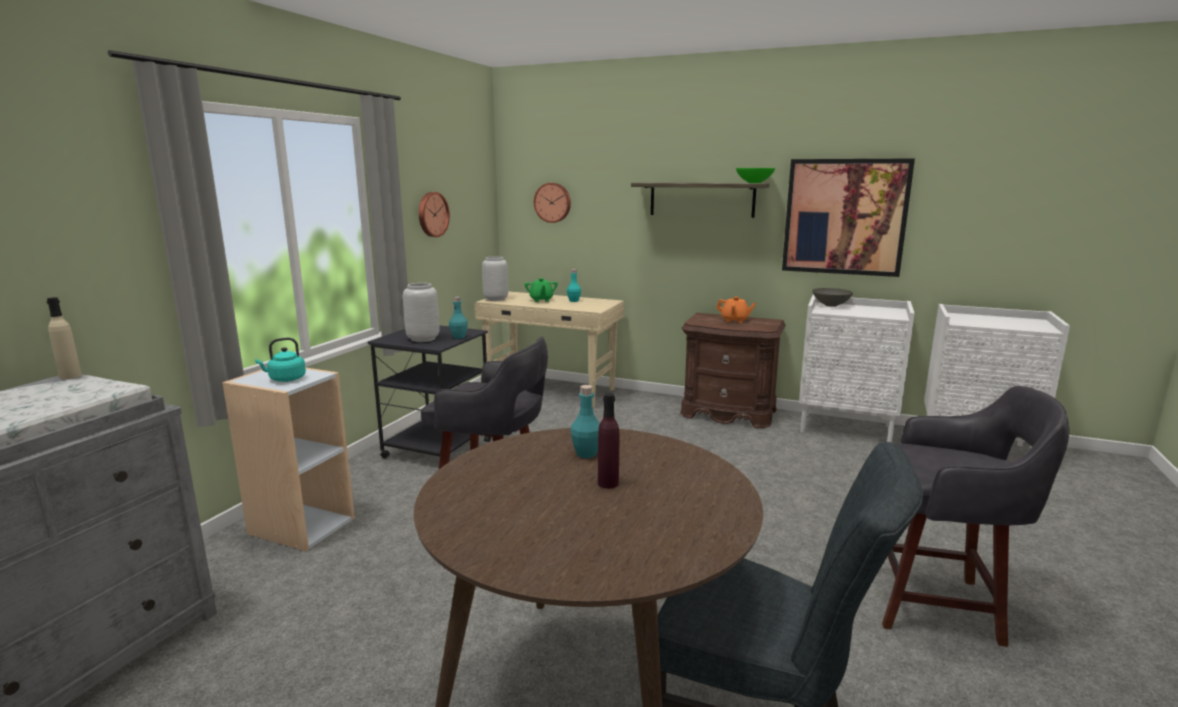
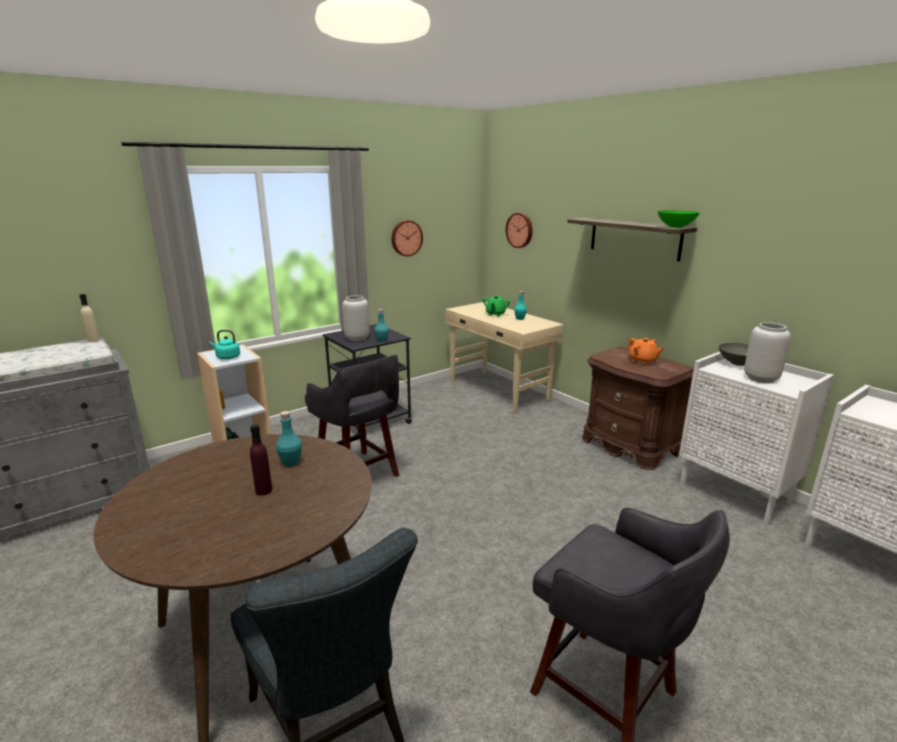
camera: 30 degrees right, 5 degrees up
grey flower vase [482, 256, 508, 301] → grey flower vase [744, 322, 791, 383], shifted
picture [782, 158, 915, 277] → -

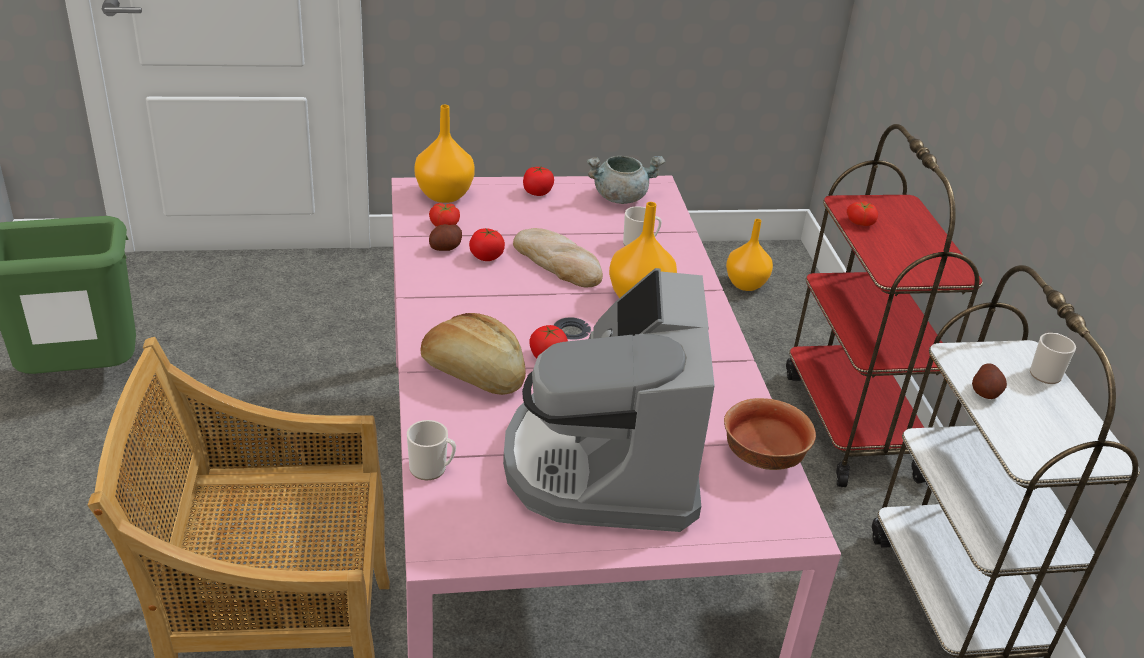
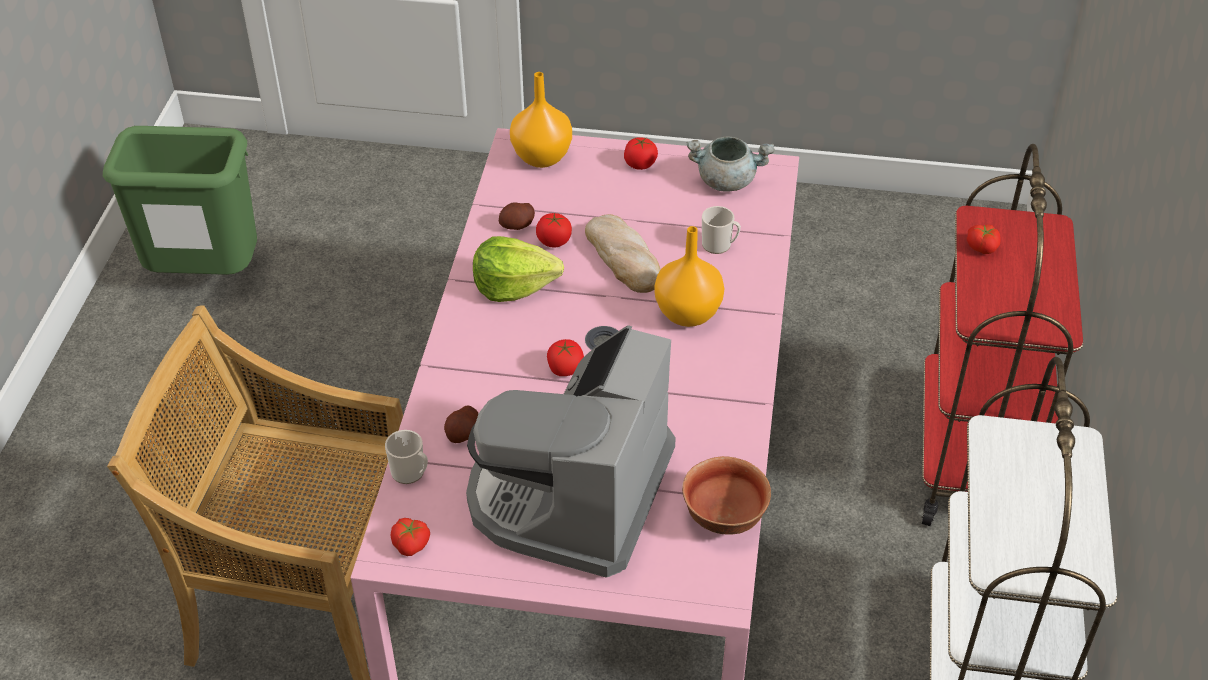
camera: 20 degrees right, 10 degrees up
whole tomato [429, 203, 460, 227] → whole tomato [391, 518, 430, 556], shifted
potato [972, 363, 1007, 399] → potato [444, 405, 478, 443], shifted
- → lettuce [473, 236, 564, 302]
bread [420, 313, 526, 395] → -
orange-coloured flower vase [726, 219, 773, 291] → -
coffee mug [1030, 333, 1076, 384] → -

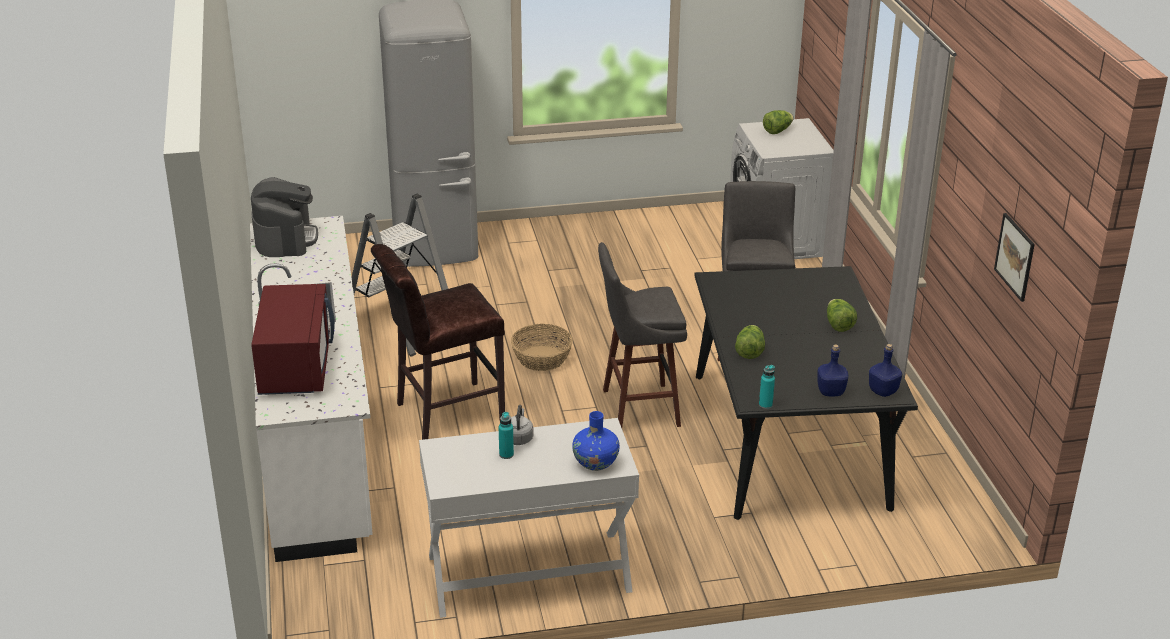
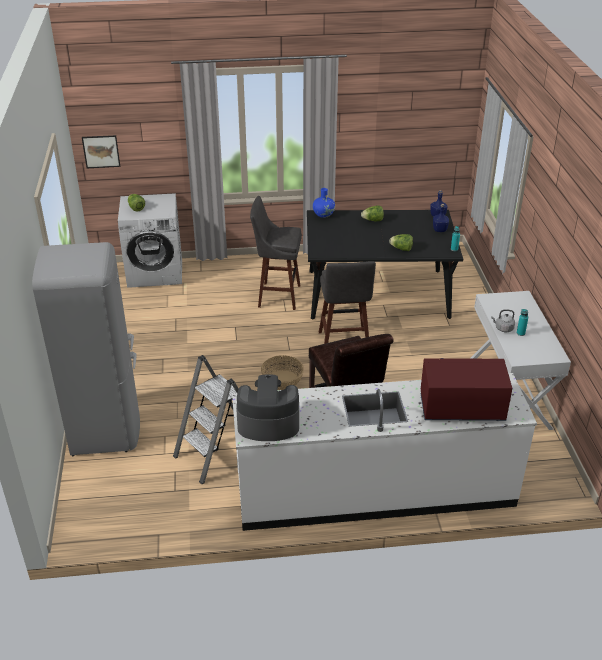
camera: 85 degrees left, 5 degrees up
picture [994, 213, 1035, 302] → picture [82, 135, 120, 168], shifted
blue-coloured flower vase [572, 411, 620, 471] → blue-coloured flower vase [313, 188, 335, 218], shifted

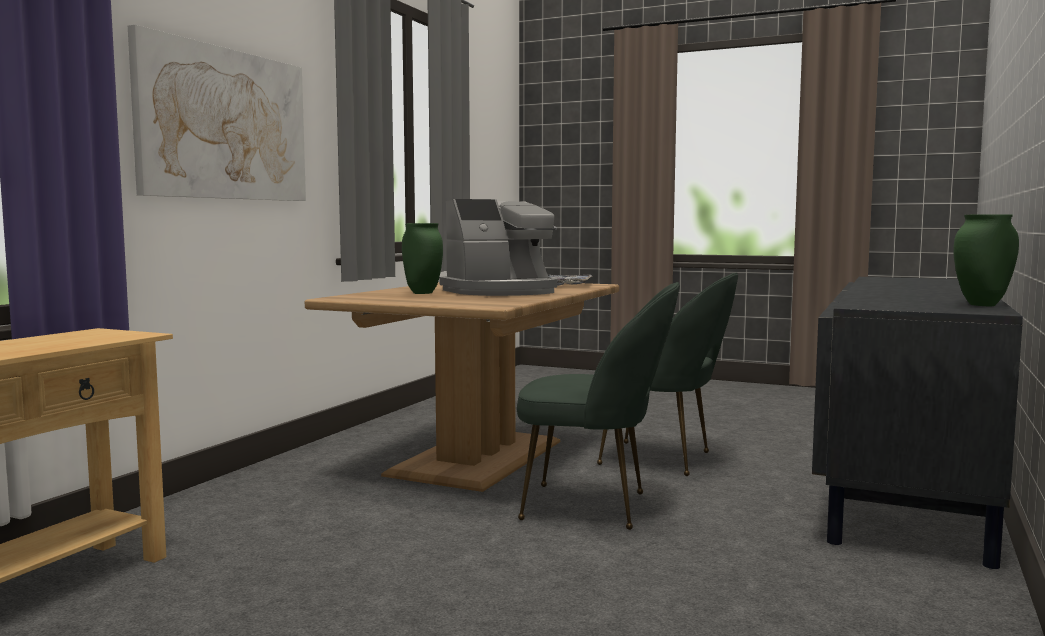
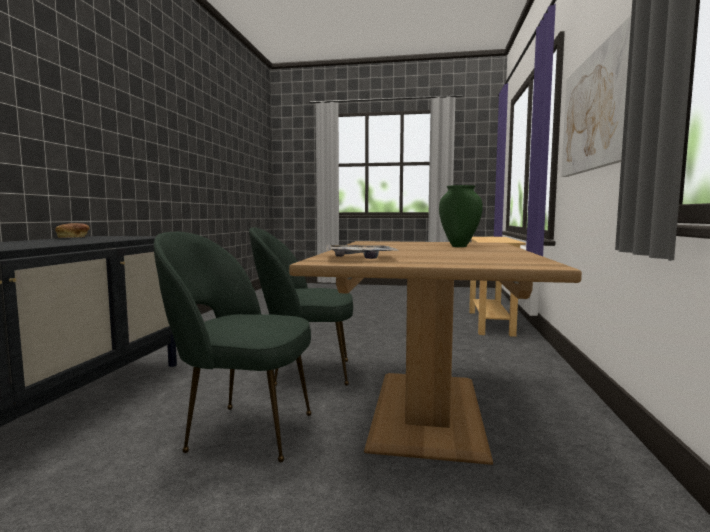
camera: 165 degrees right, 0 degrees up
greenish flower vase [953, 214, 1019, 306] → bread [55, 223, 90, 238]
coffee brewer [440, 199, 557, 296] → -

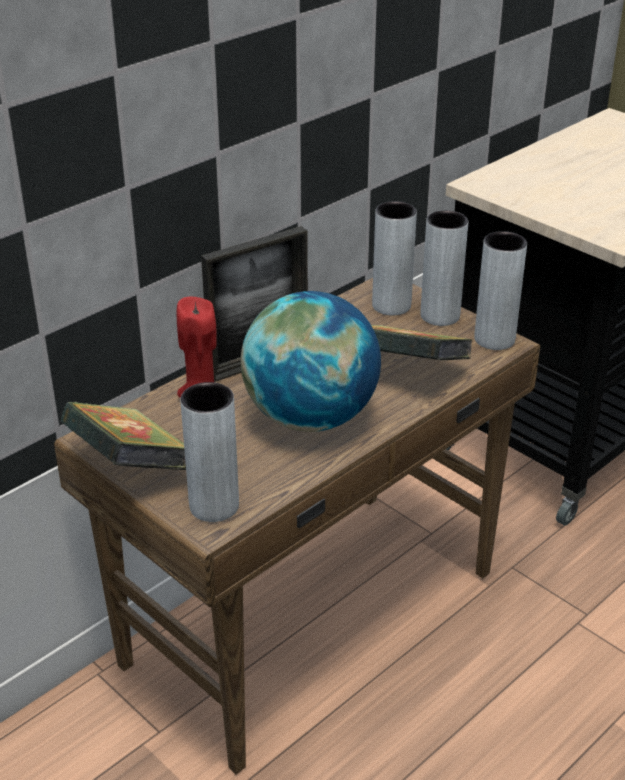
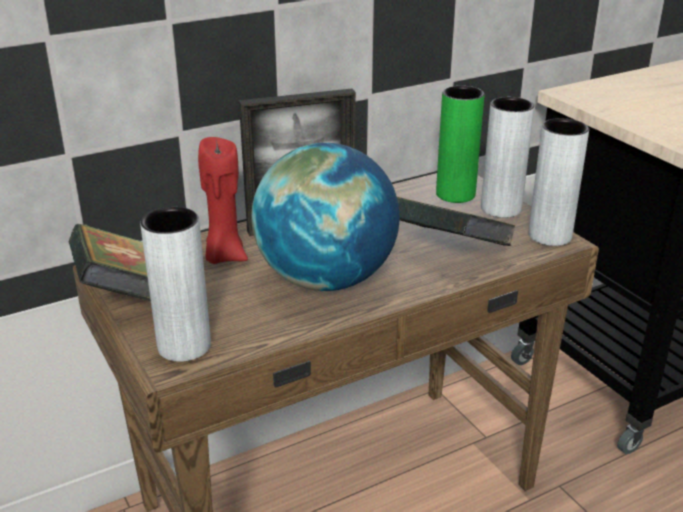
camera: 15 degrees right, 5 degrees down
grey flower vase [372, 201, 417, 316] → greenish flower vase [436, 86, 485, 203]

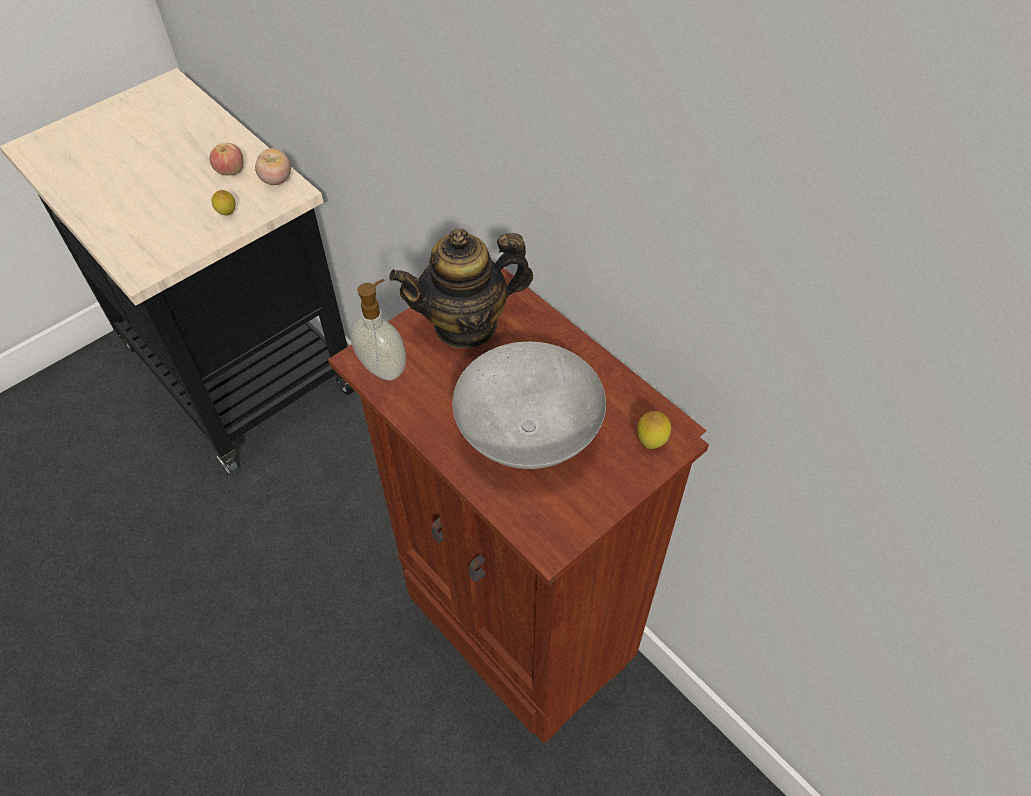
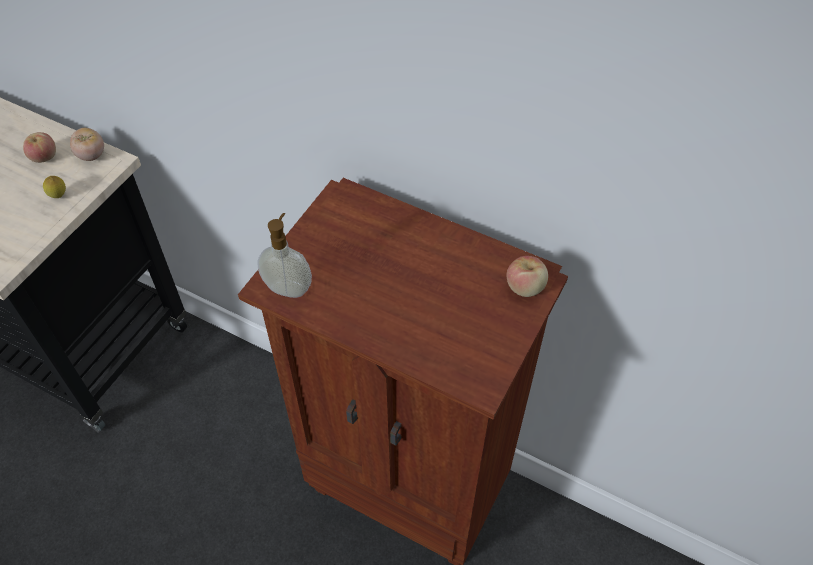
camera: 20 degrees left, 0 degrees up
citrus fruit [637, 411, 671, 449] → apple [506, 256, 548, 297]
pot for tea [389, 229, 533, 348] → -
grey bowl [453, 342, 606, 469] → -

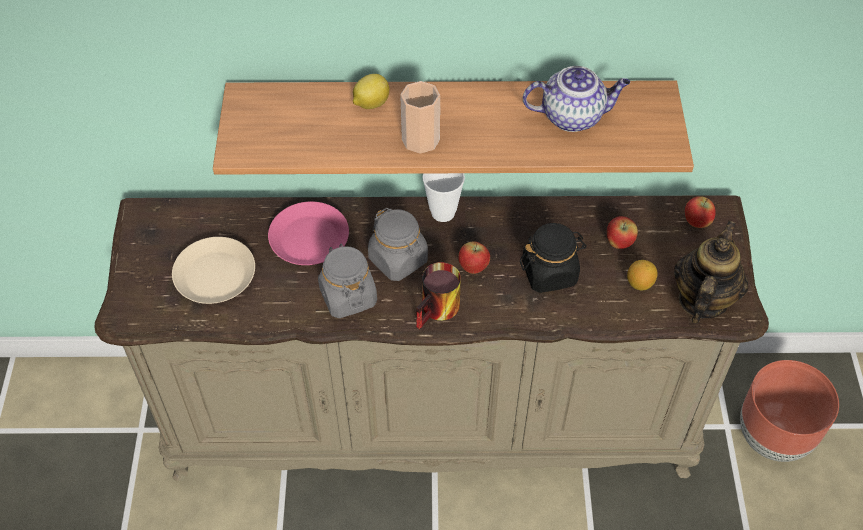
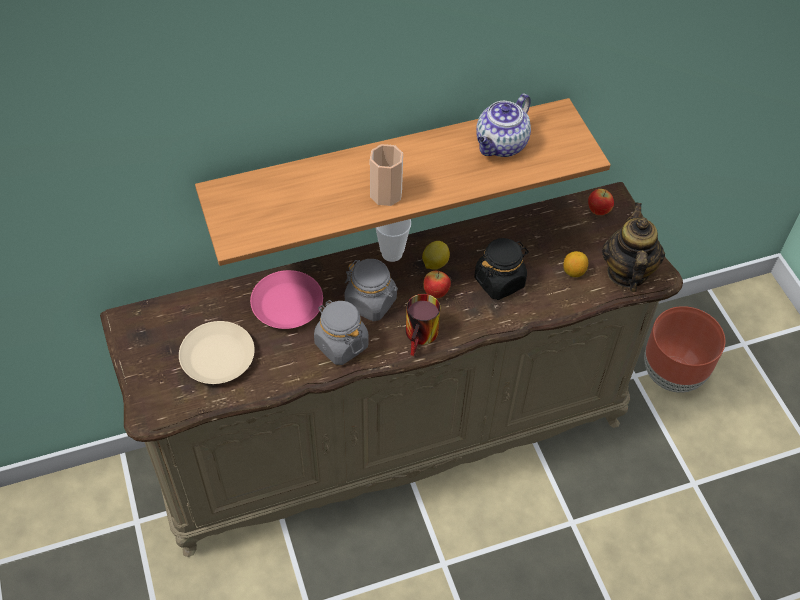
camera: 20 degrees left, 0 degrees up
citrus fruit [353, 74, 389, 109] → citrus fruit [422, 241, 450, 270], shifted
pot for tea [523, 66, 630, 132] → pot for tea [476, 93, 531, 157], 150 degrees clockwise
apple [607, 216, 638, 249] → -

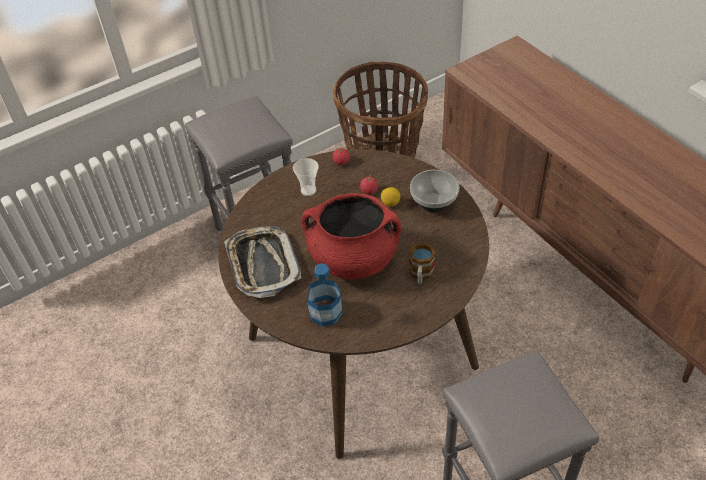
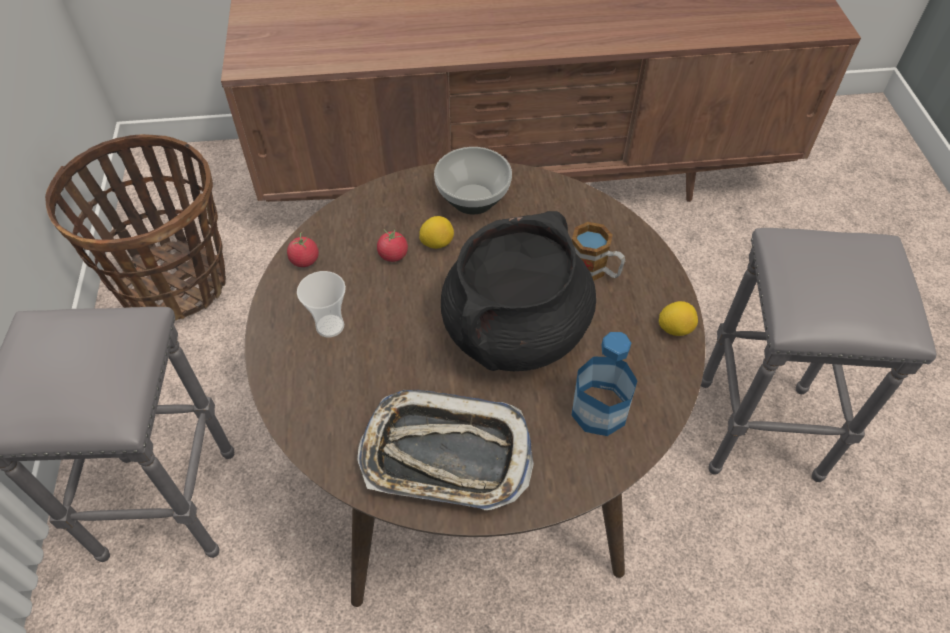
camera: 65 degrees left, 5 degrees up
red-coloured cooking pot [301, 193, 401, 279] → blackish cooking pot [441, 211, 596, 371]
- → citrus fruit [659, 301, 698, 336]

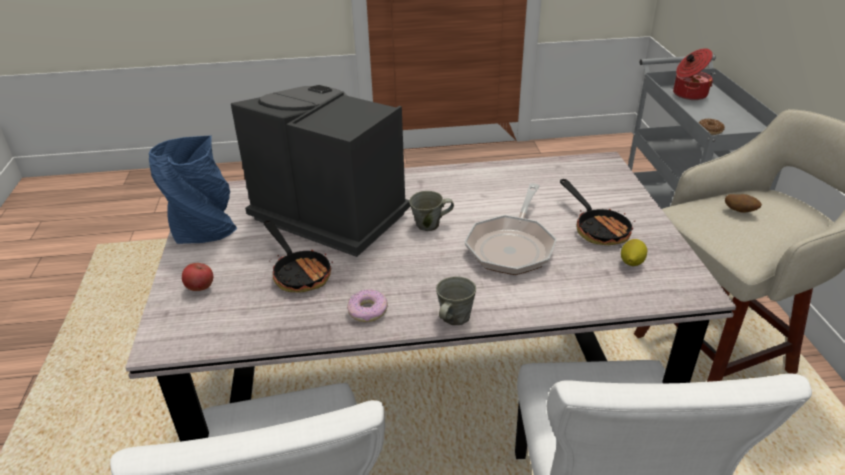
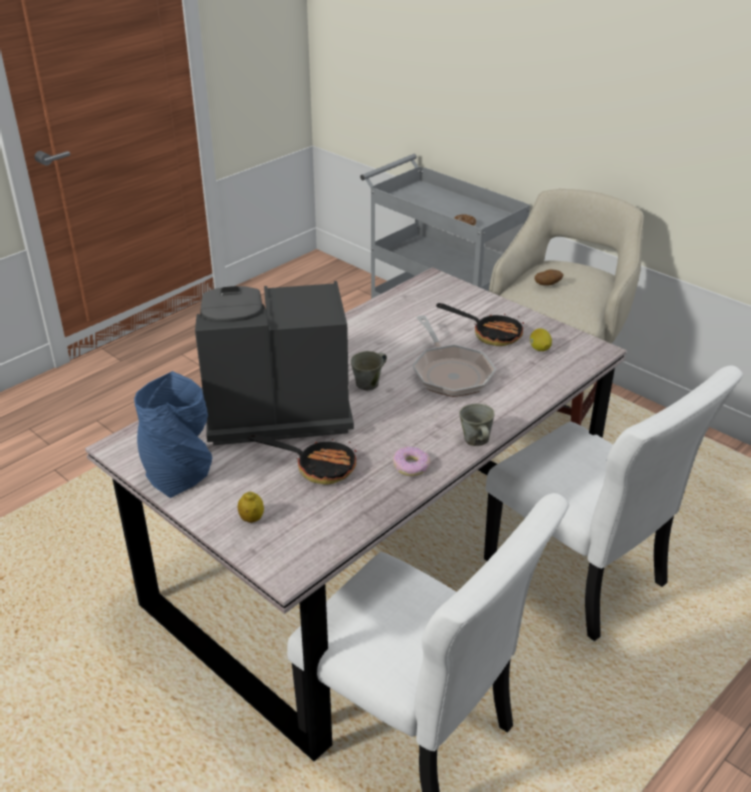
camera: 40 degrees left, 0 degrees up
apple [182, 263, 213, 291] → citrus fruit [238, 492, 264, 523]
cooking pot [673, 48, 713, 100] → -

